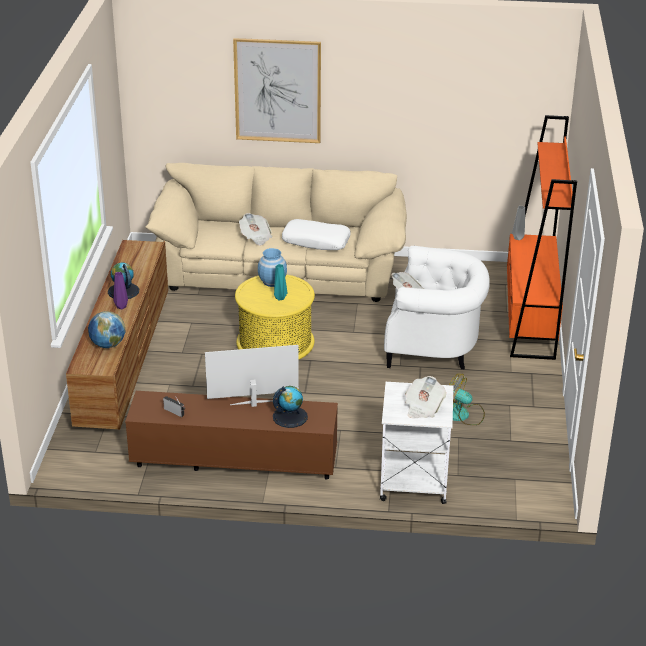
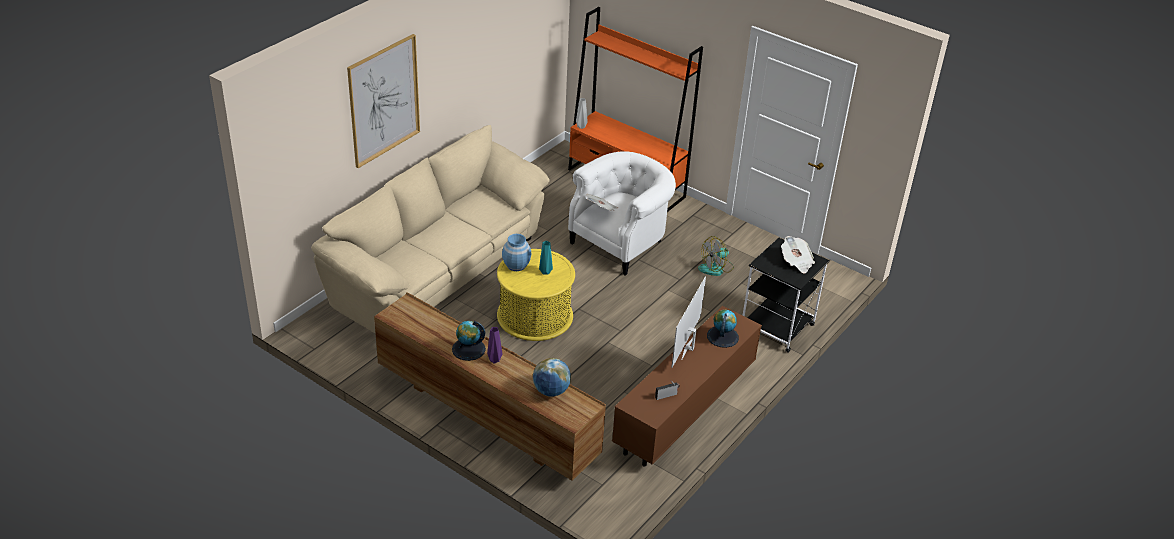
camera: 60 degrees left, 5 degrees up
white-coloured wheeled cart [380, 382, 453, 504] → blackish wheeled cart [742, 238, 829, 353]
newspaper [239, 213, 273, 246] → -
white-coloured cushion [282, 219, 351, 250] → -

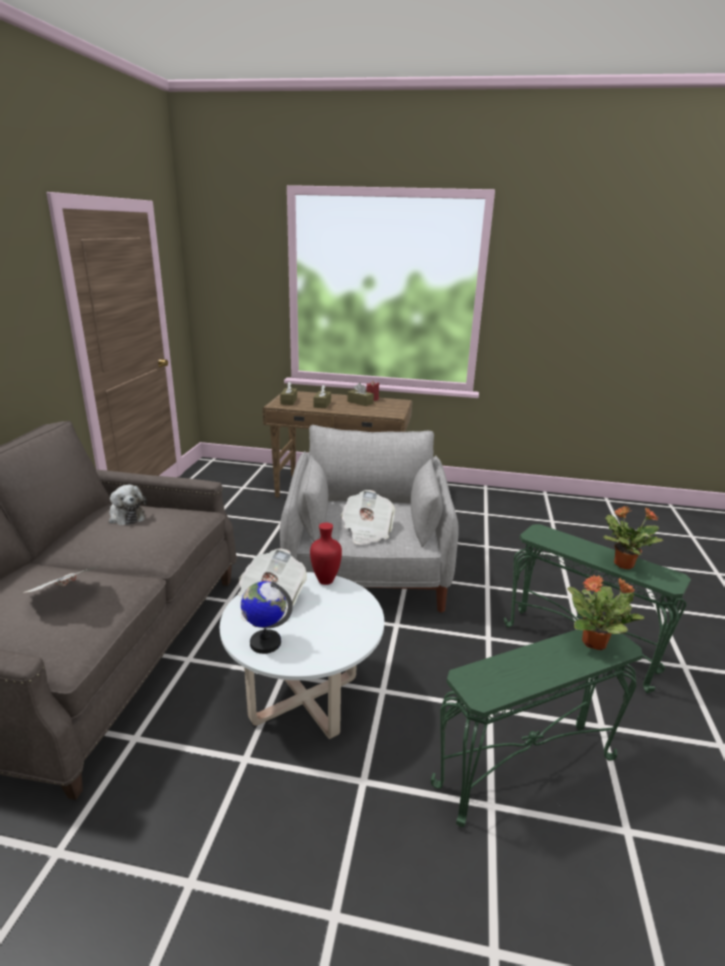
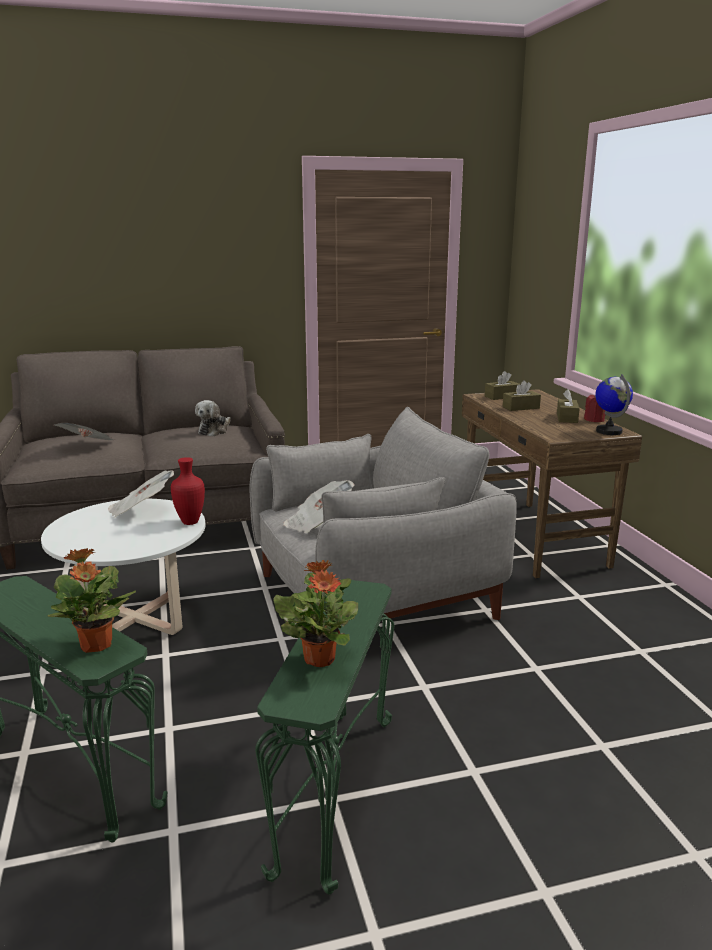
camera: 65 degrees right, 5 degrees down
desk globe [241, 581, 293, 654] → desk globe [595, 374, 633, 435], shifted

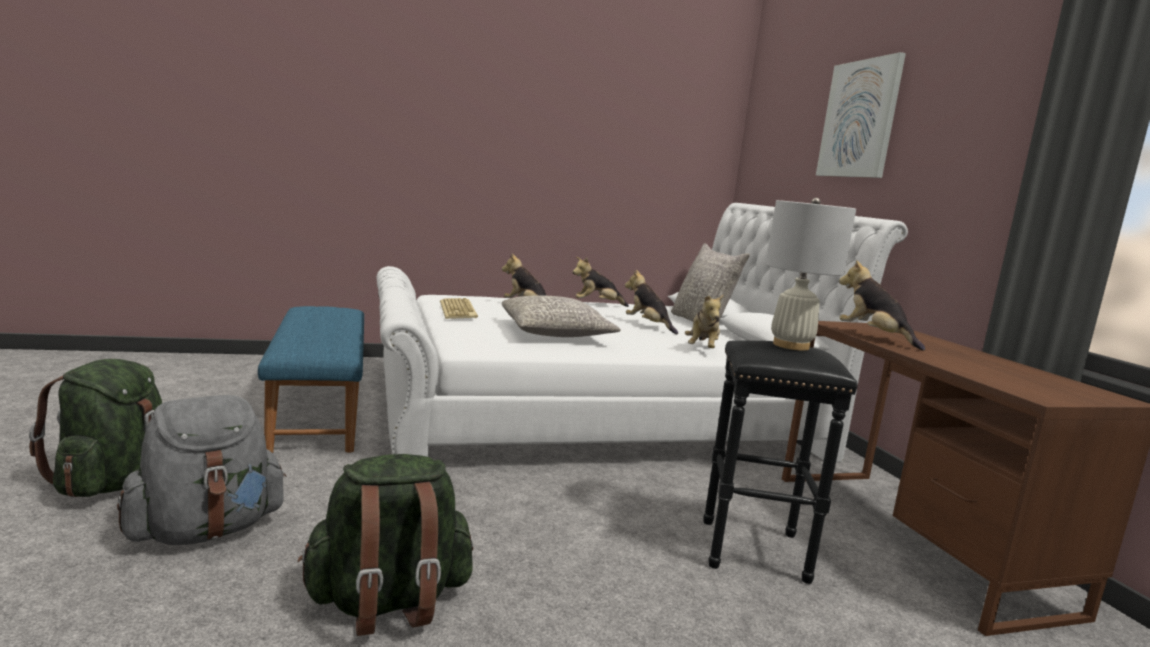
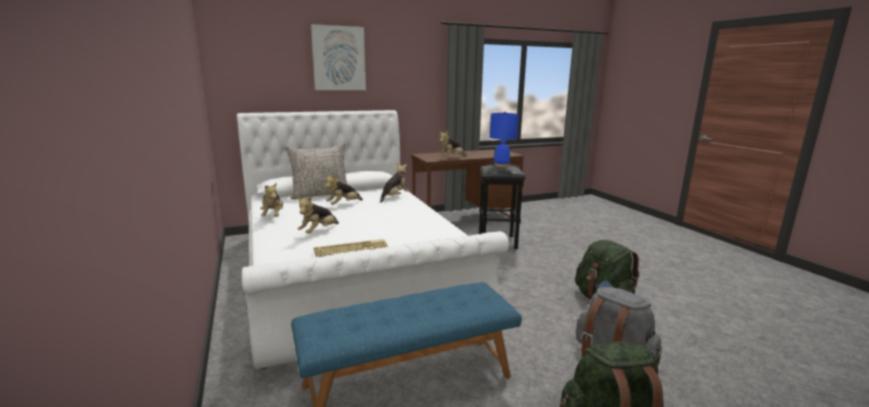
camera: 95 degrees left, 5 degrees up
plush toy [685, 294, 724, 348] → plush toy [380, 163, 409, 203], 60 degrees counterclockwise
white-coloured lamp for a table [766, 198, 856, 351] → blue-coloured lamp for a table [490, 112, 519, 167]
grey cushion [502, 295, 621, 337] → -

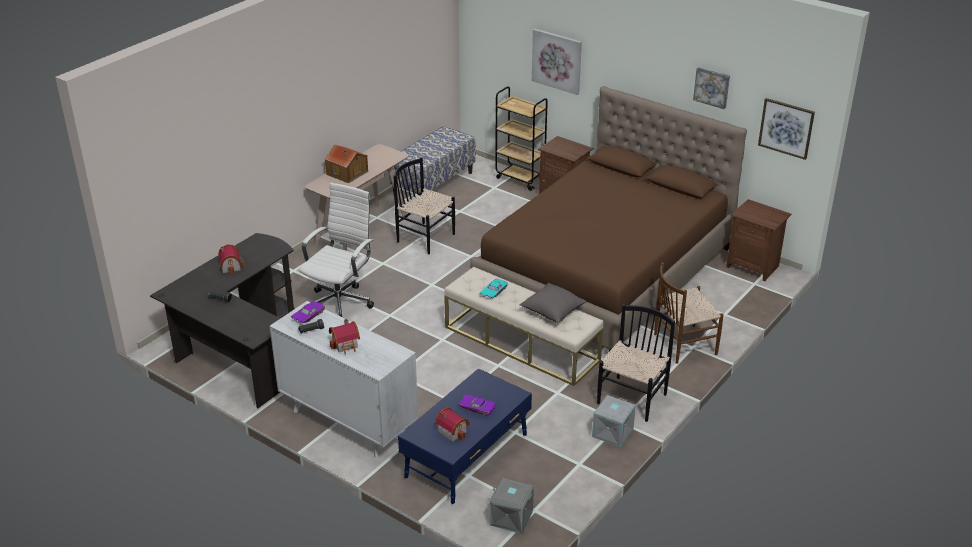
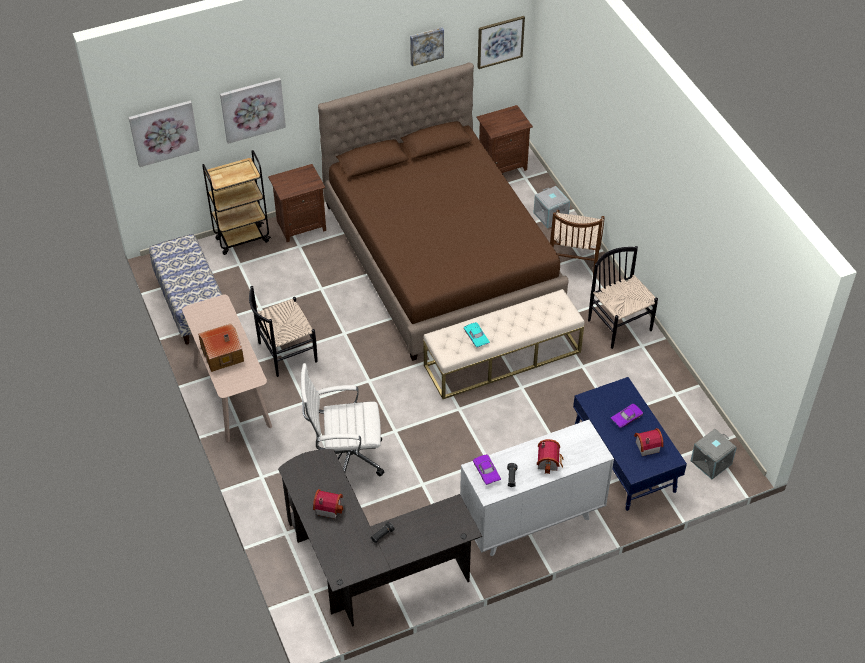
camera: 60 degrees left, 15 degrees up
- → picture [128, 101, 200, 167]
white-coloured office chair [299, 183, 374, 317] → white-coloured office chair [301, 363, 384, 476], 60 degrees counterclockwise
grey storage box [592, 395, 636, 447] → grey storage box [533, 186, 570, 228], shifted
grey cushion [520, 283, 587, 324] → -

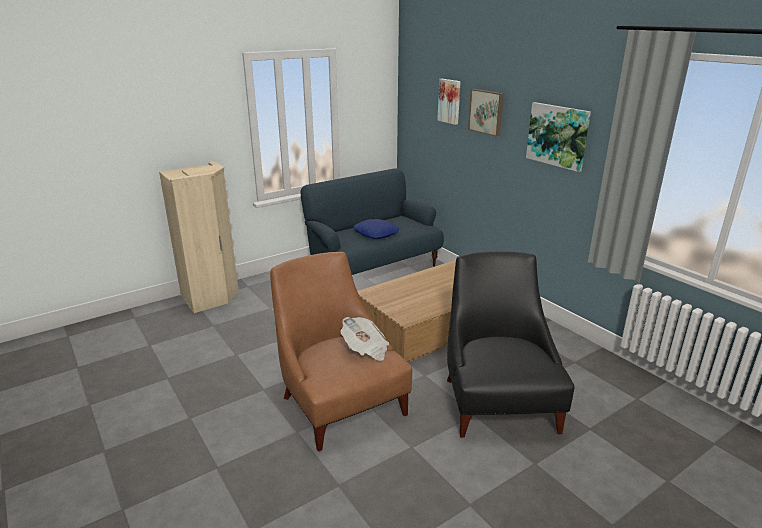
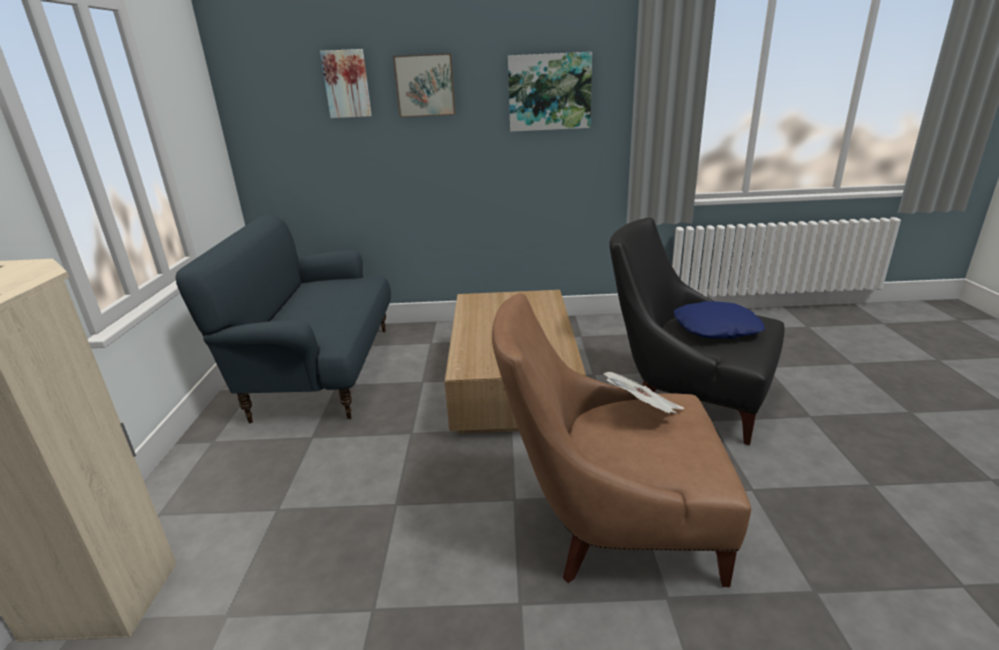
camera: 55 degrees left, 0 degrees up
blue-coloured cushion [353, 219, 400, 239] → blue-coloured cushion [674, 301, 765, 339], shifted

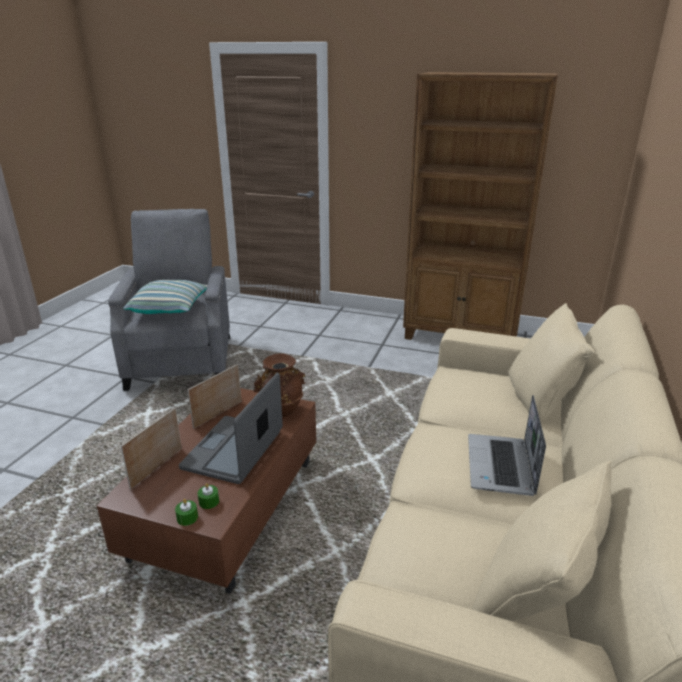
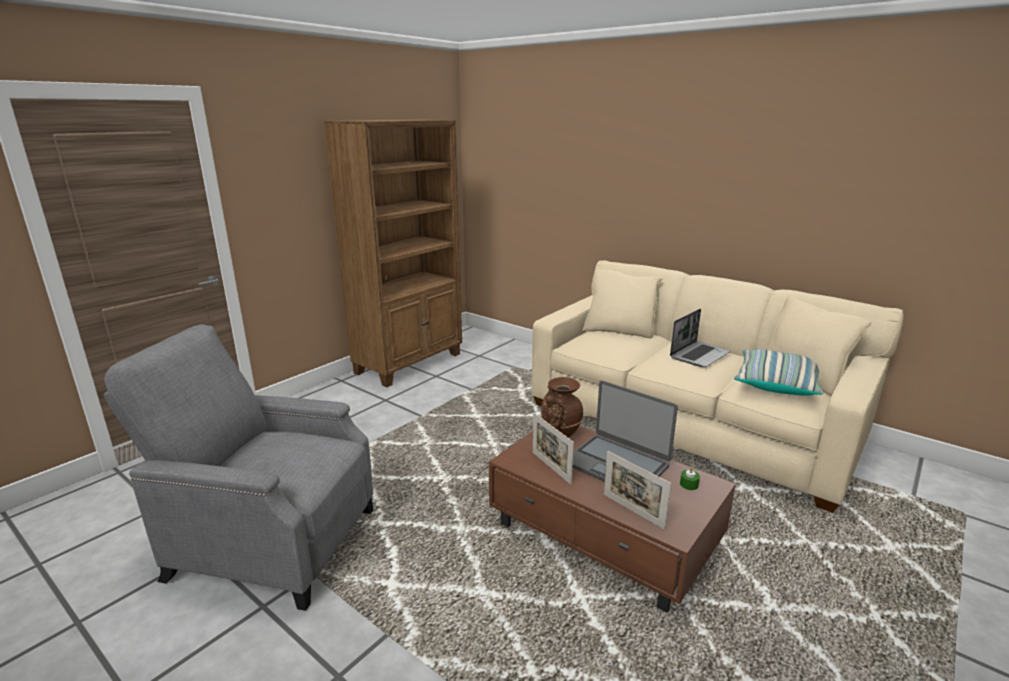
camera: 70 degrees left, 5 degrees down
portable computer [468, 395, 546, 496] → portable computer [670, 309, 731, 367], 75 degrees counterclockwise
cushion [123, 280, 207, 314] → cushion [734, 349, 824, 396], shifted
greenish wax light [175, 499, 198, 526] → -

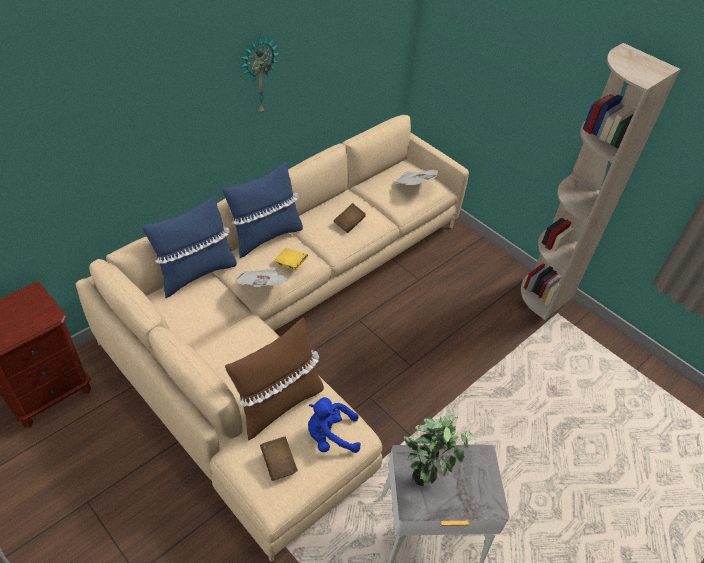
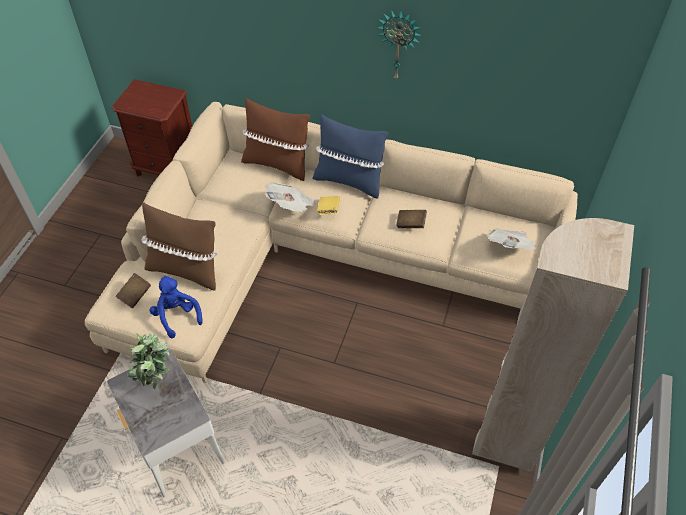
camera: 65 degrees right, 5 degrees up
blue-coloured cushion [142, 195, 237, 298] → brown cushion [241, 98, 310, 181]

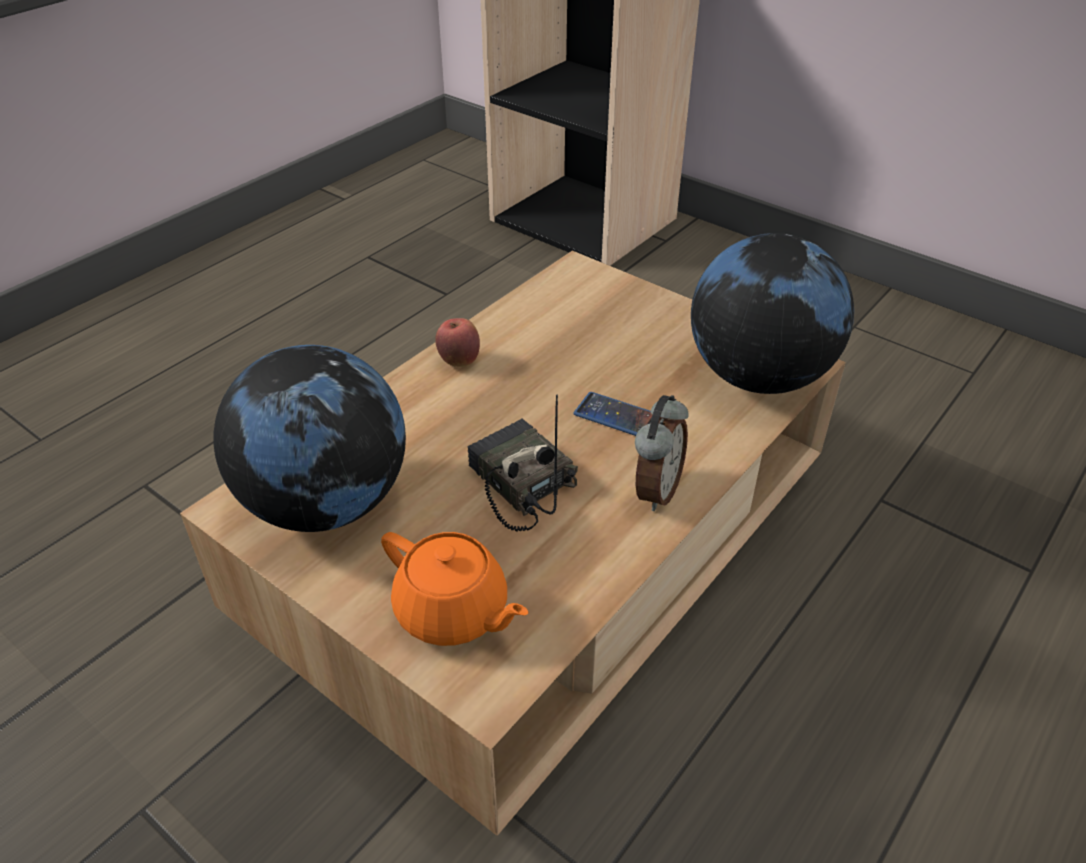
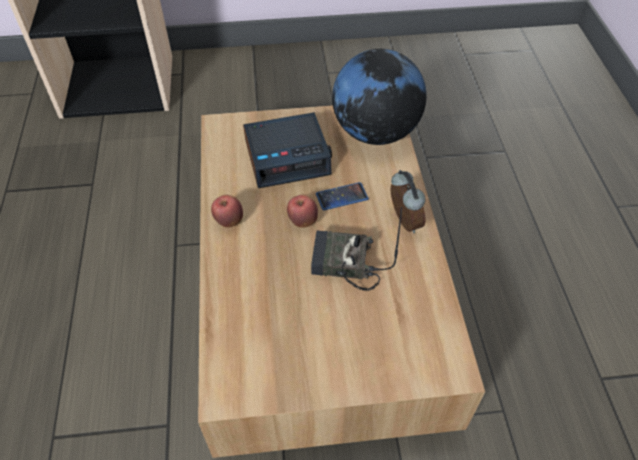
camera: 45 degrees left, 10 degrees up
- → alarm clock [243, 112, 332, 188]
- → apple [287, 195, 318, 228]
desk globe [214, 345, 406, 532] → -
orange-coloured pot for tea [381, 532, 529, 646] → -

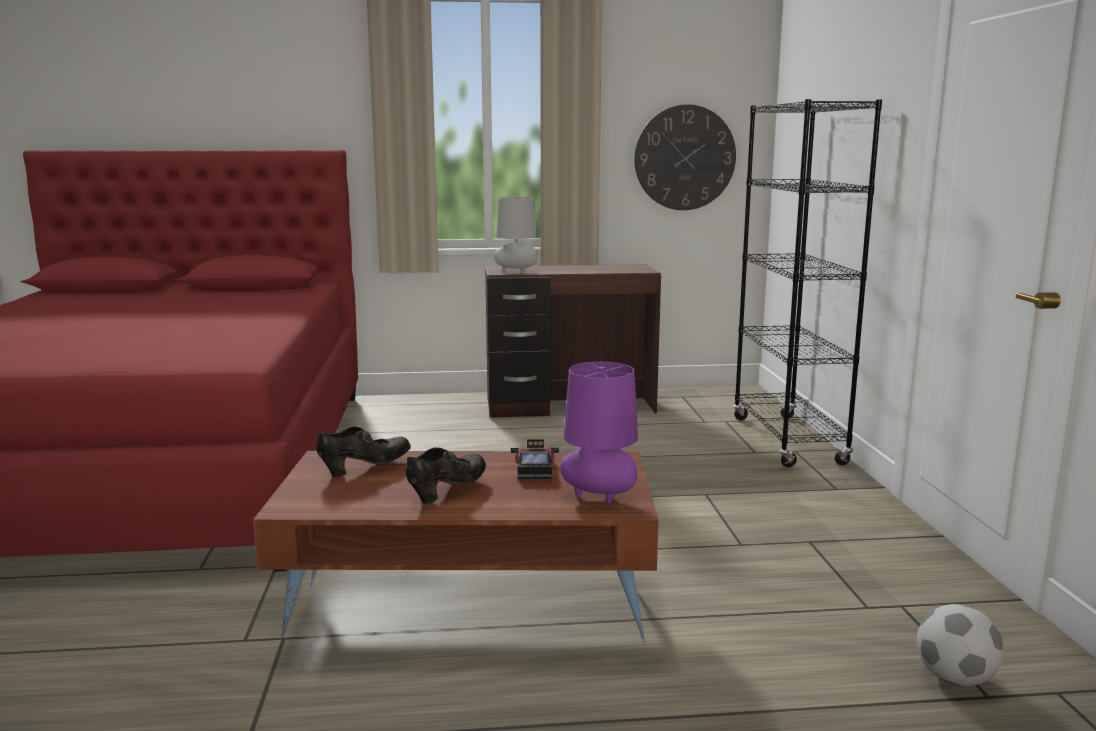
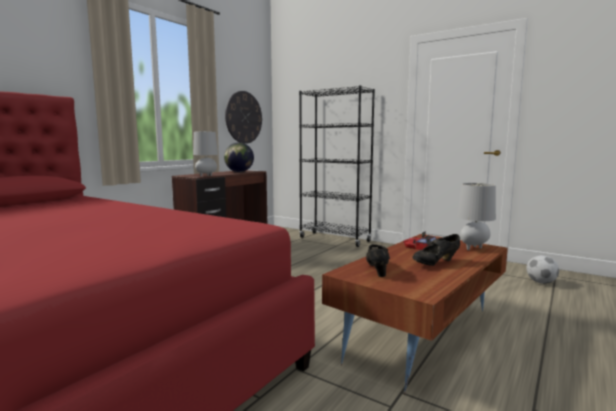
camera: 50 degrees left, 5 degrees down
- → desk globe [224, 142, 254, 172]
blackish low shoe [406, 447, 486, 504] → blackish low shoe [412, 234, 460, 266], 105 degrees counterclockwise
purplish lamp for a table [560, 362, 638, 503] → grey lamp for a table [457, 183, 496, 250]

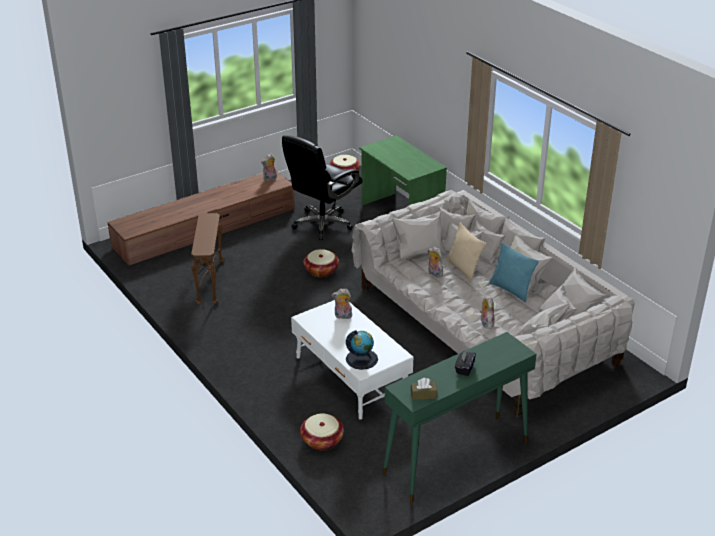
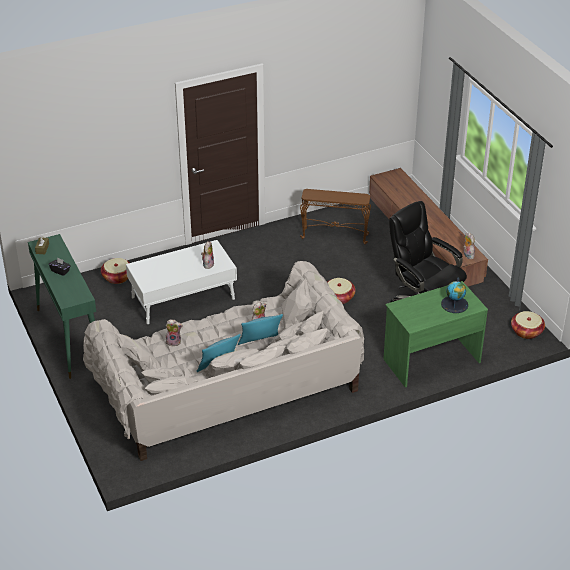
camera: 100 degrees right, 5 degrees up
beige-coloured cushion [445, 223, 486, 282] → turquoise-coloured cushion [238, 314, 283, 345]
desk globe [346, 330, 378, 370] → desk globe [441, 278, 468, 313], shifted

